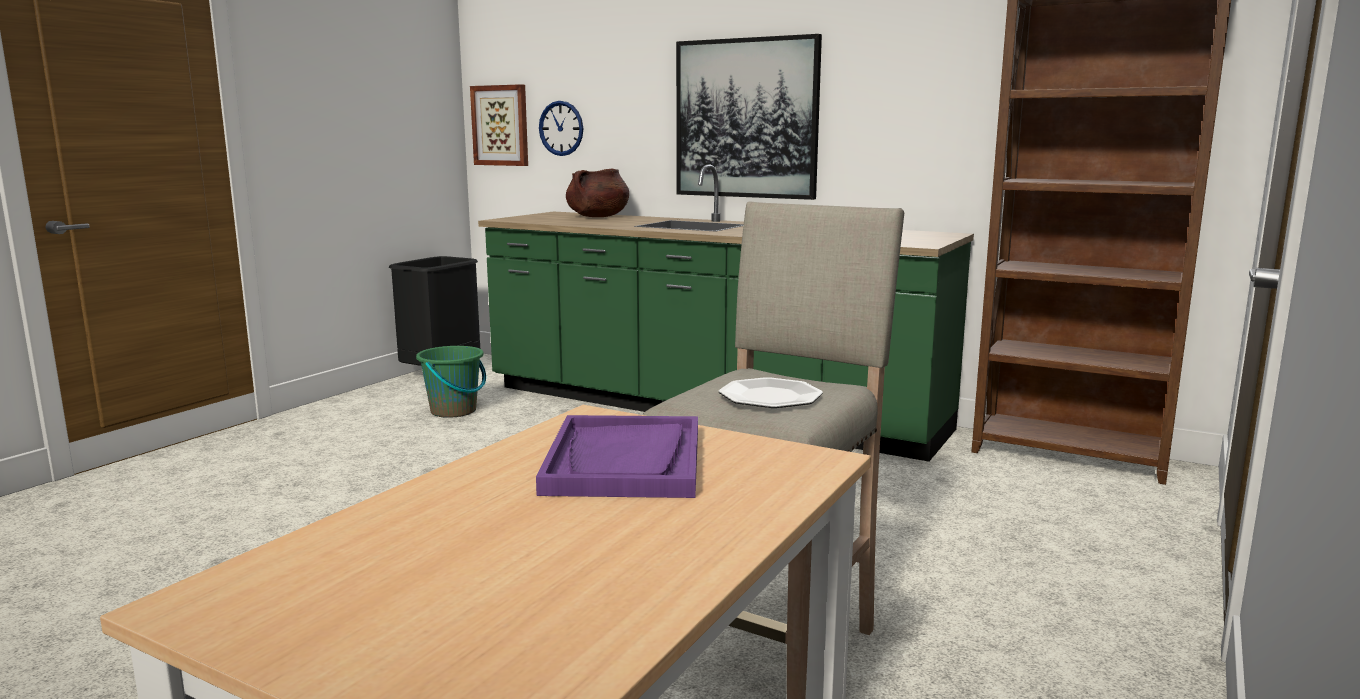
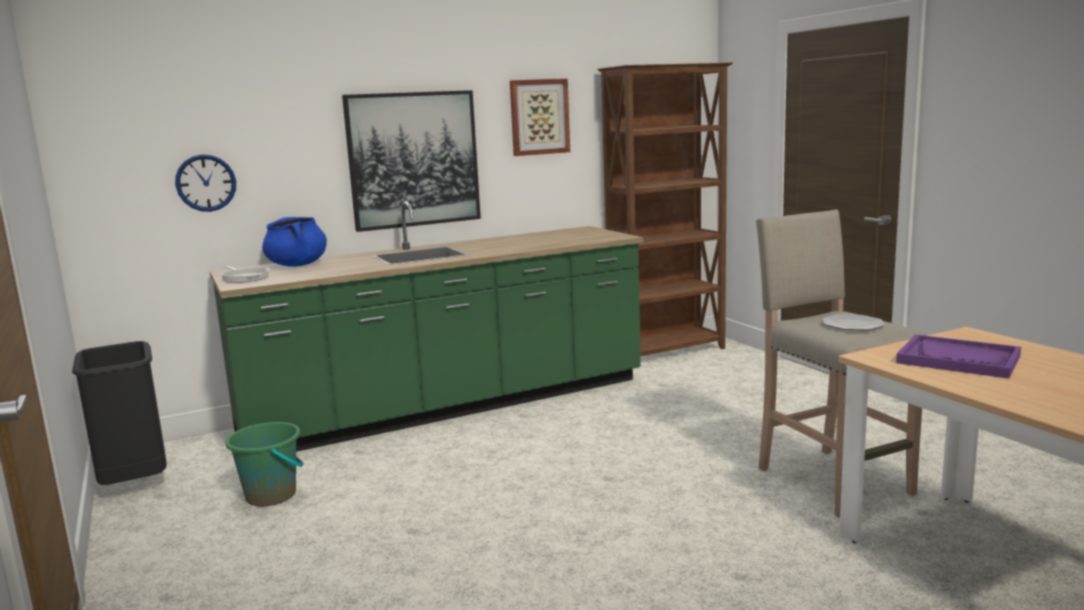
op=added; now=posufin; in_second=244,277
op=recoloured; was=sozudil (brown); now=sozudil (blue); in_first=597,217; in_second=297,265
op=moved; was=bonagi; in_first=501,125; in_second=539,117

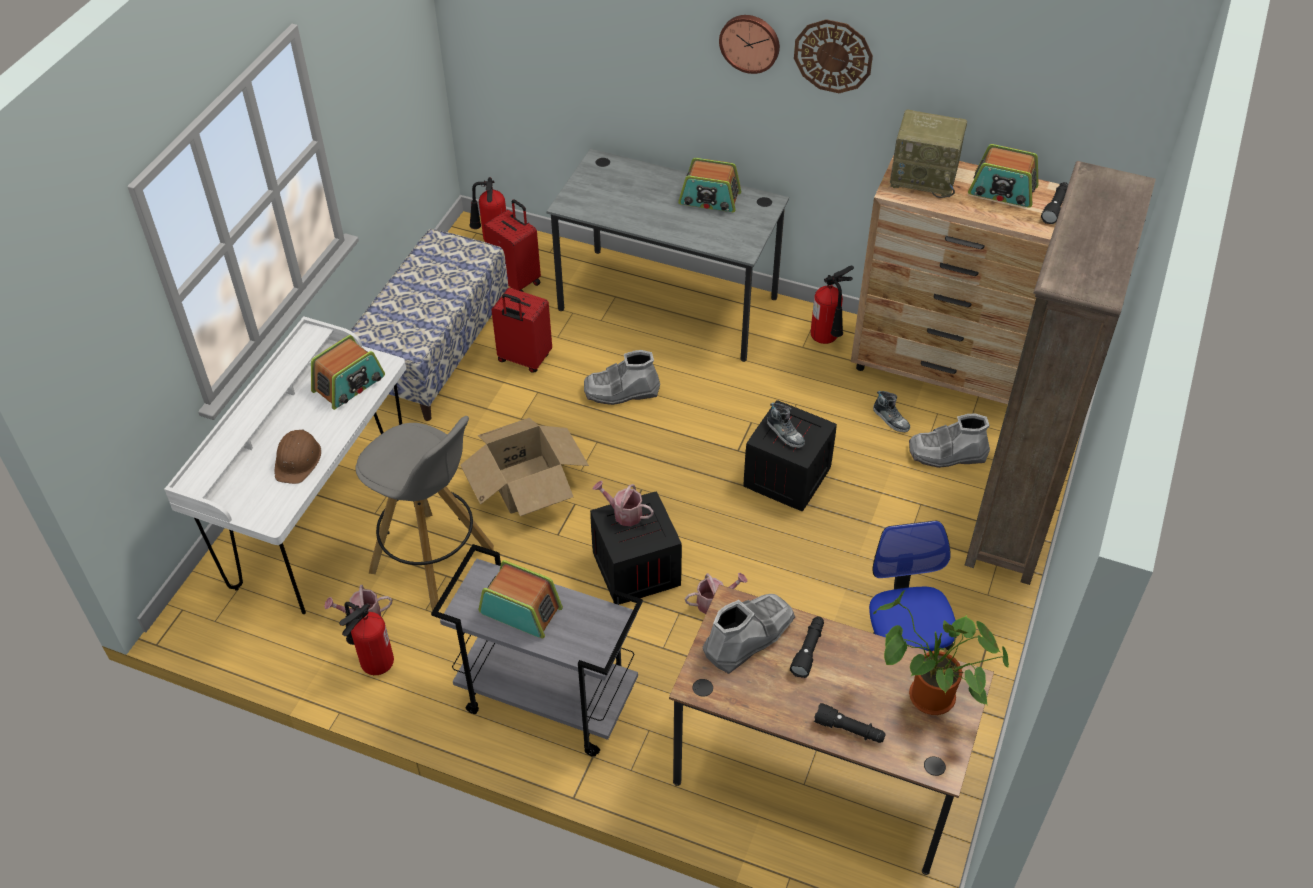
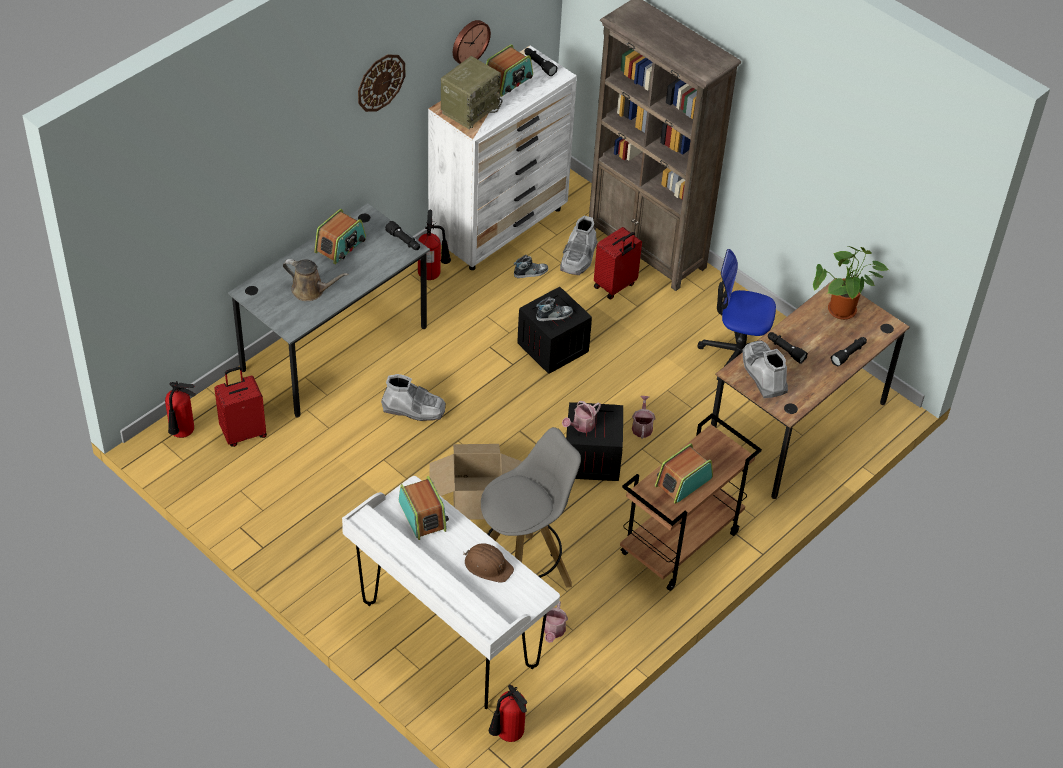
op=added; now=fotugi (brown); in_second=311,290
op=turned; was=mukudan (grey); in_first=621,391; in_second=414,409; clockwise=-90
op=added; now=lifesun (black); in_second=403,241
op=recoloured; was=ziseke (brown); now=ziseke (white); in_first=943,368; in_second=499,225
op=moved; was=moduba; in_first=750,42; in_second=469,41
op=moved; was=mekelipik; in_first=372,663; in_second=507,736
op=moved; was=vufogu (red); in_first=524,359; in_second=615,286
op=recoloured; was=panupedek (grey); now=panupedek (brown); in_first=546,700; in_second=680,544
op=removed; was=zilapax; in_first=435,353

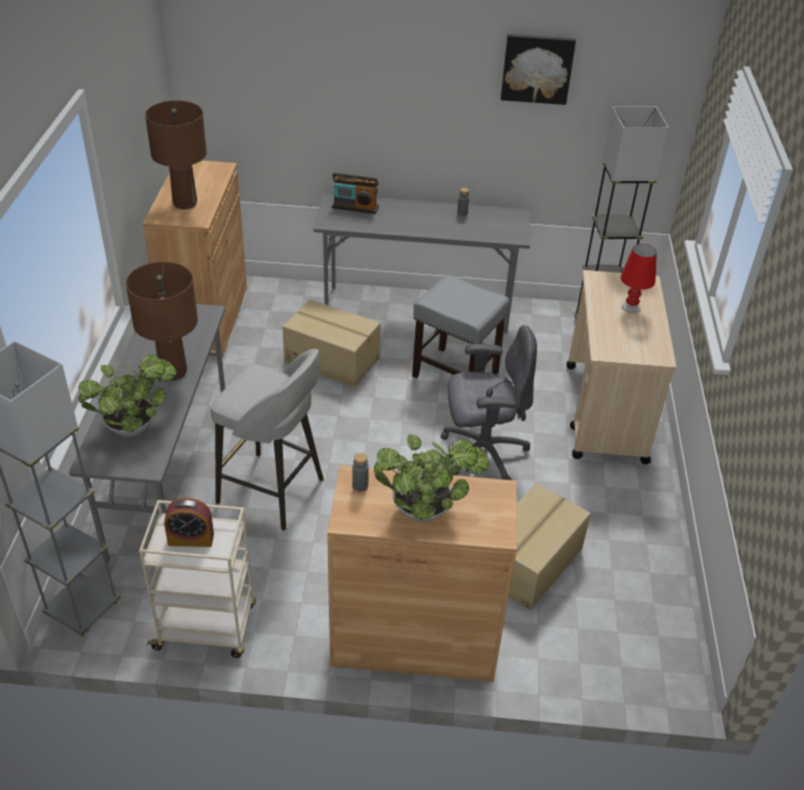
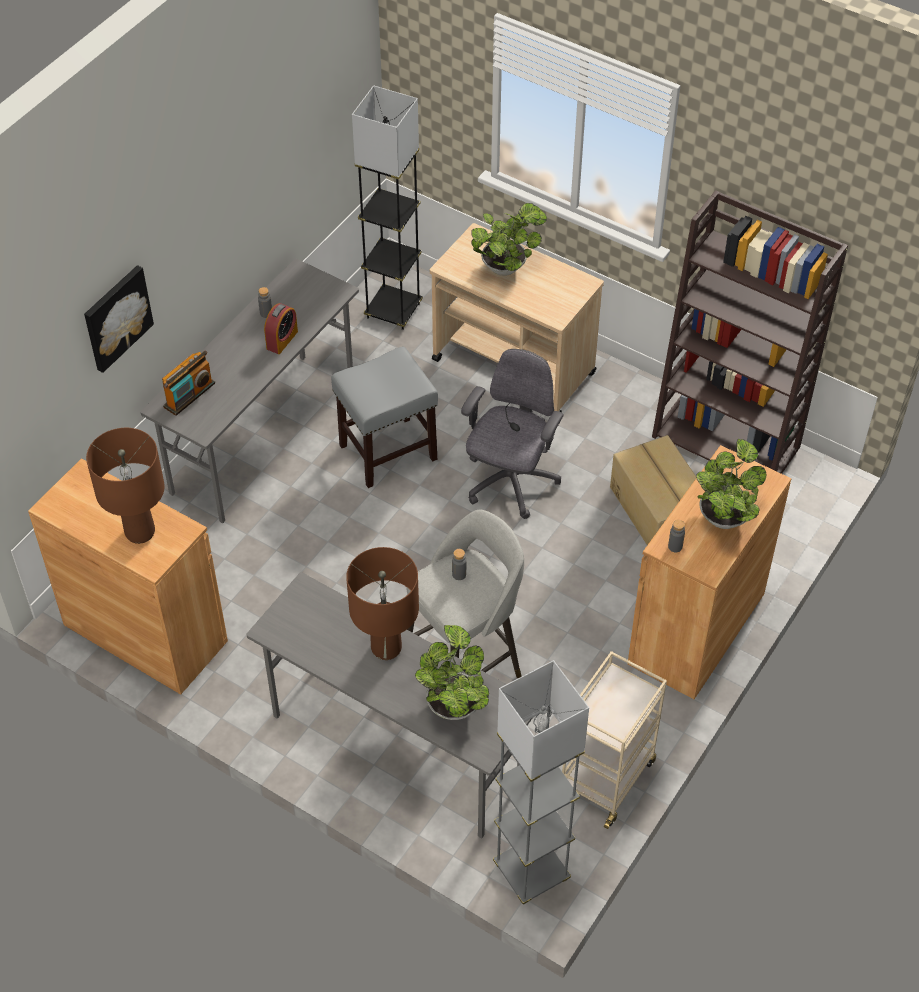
op=moved; was=bonagi; in_first=537,68; in_second=116,317
op=moved; was=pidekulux; in_first=191,539; in_second=282,340
op=added; now=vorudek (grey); in_second=459,574
op=replaced; was=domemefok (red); now=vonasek; in_first=631,307; in_second=506,266
op=added; now=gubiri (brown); in_second=727,441
op=removed; was=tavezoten; in_first=332,359

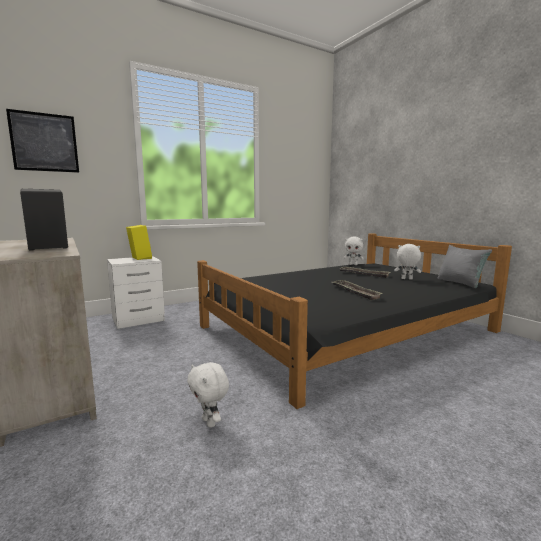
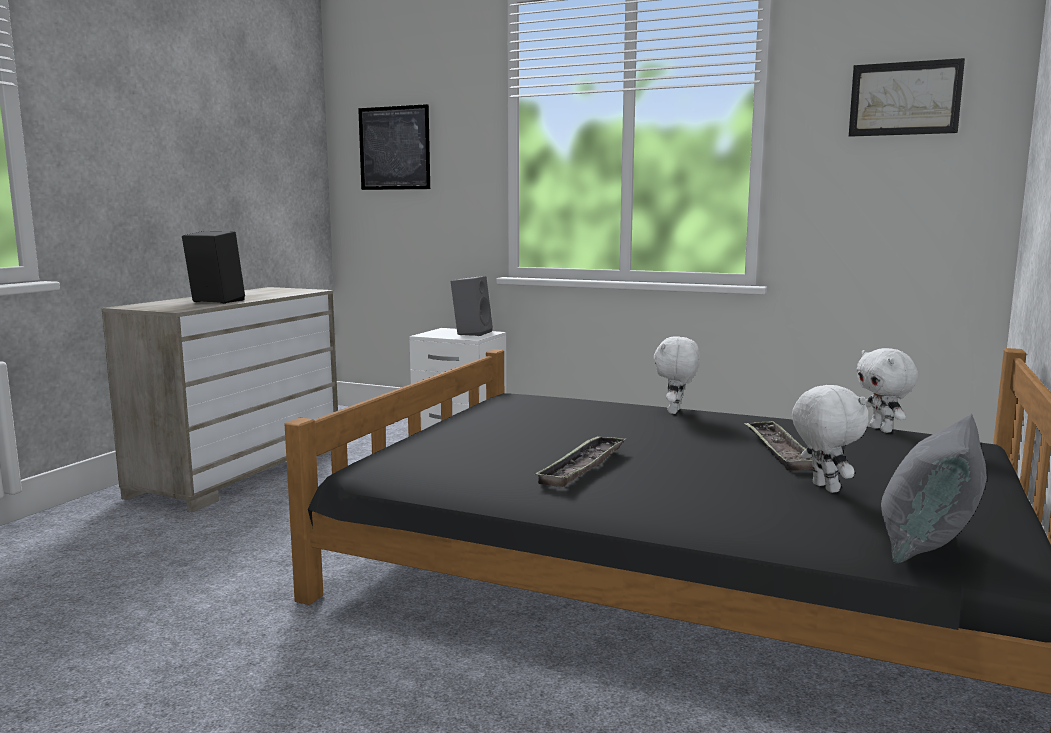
op=recoloured; was=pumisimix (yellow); now=pumisimix (grey); in_first=139,258; in_second=471,333
op=moved; was=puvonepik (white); in_first=210,422; in_second=675,411
op=added; now=bonagi; in_second=904,98

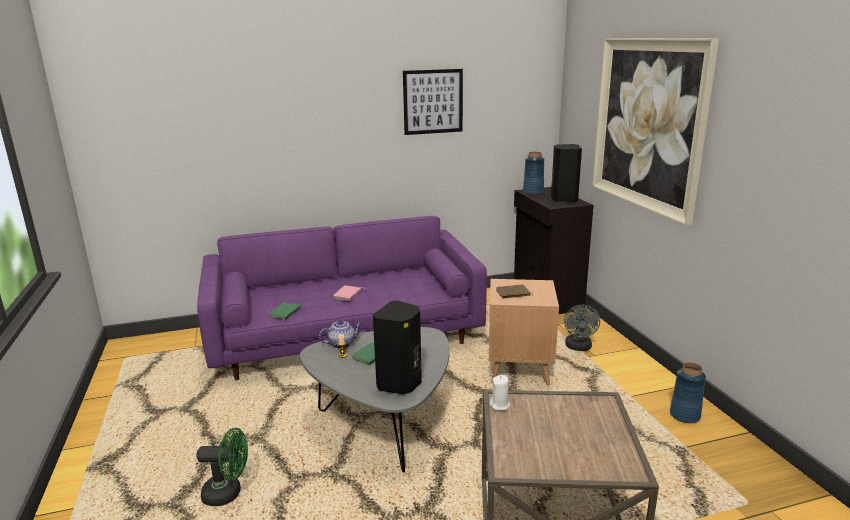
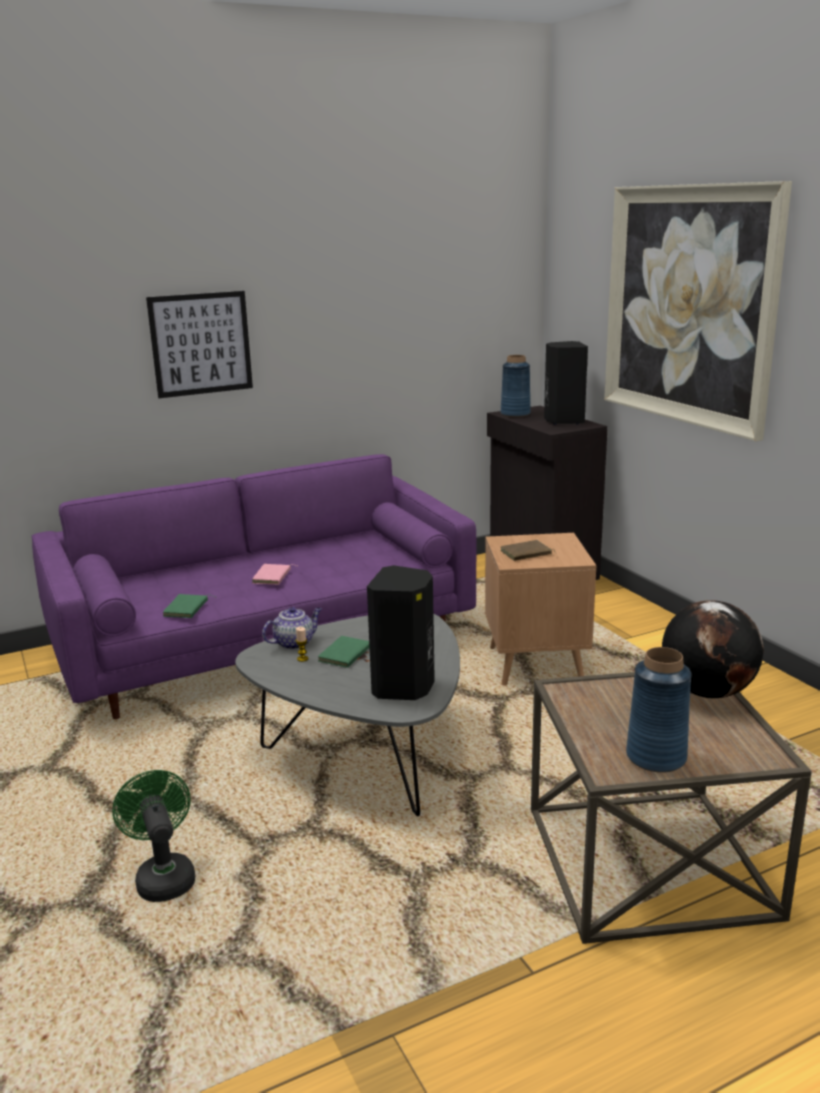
op=turned; was=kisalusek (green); in_first=228,493; in_second=163,876; clockwise=-105
op=moved; was=bonagi; in_first=433,101; in_second=201,344
op=moved; was=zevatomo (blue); in_first=685,415; in_second=656,757
op=added; now=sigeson; in_second=707,692
op=removed; was=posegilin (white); in_first=500,405
op=removed; was=kisalusek (grey); in_first=579,348

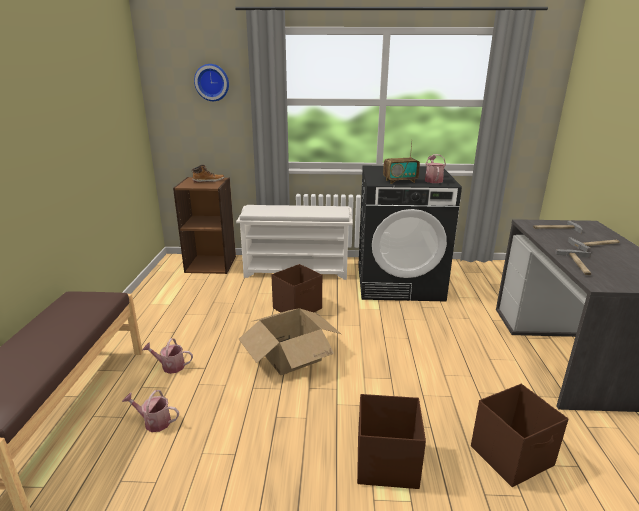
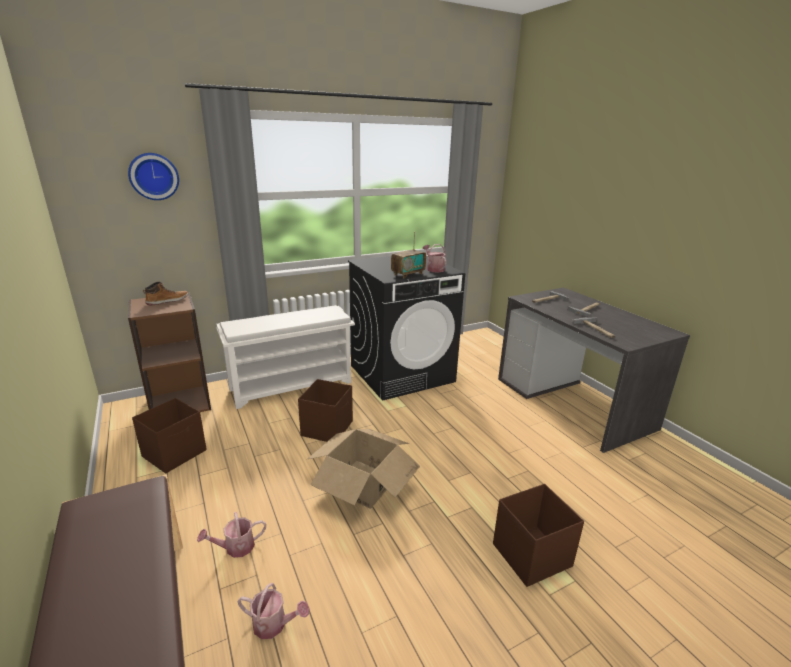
op=moved; was=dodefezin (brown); in_first=512,456; in_second=175,453
op=turned; was=fotugi; in_first=154,422; in_second=274,624; clockwise=-150

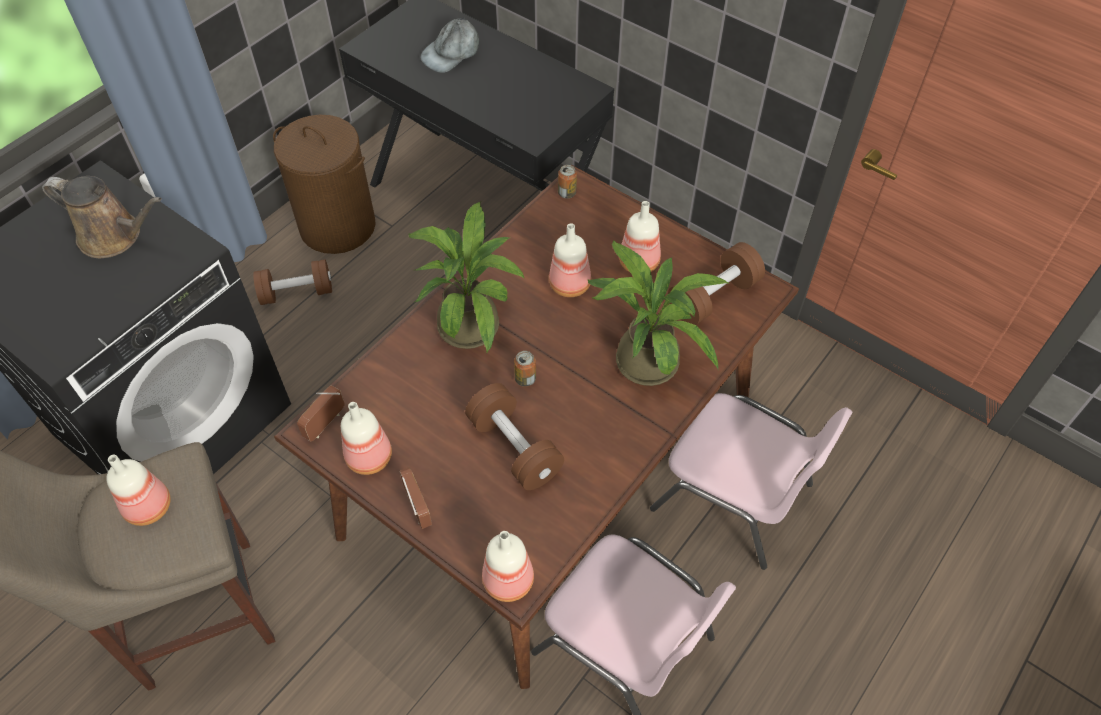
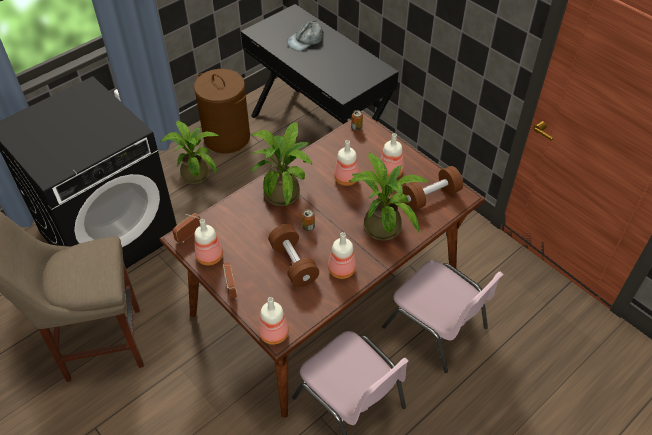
op=replaced; was=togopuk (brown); now=vonasek; in_first=297,293; in_second=195,172
op=moved; was=vorudek; in_first=146,507; in_second=340,270
op=removed; was=fotugi (brown); in_first=115,236

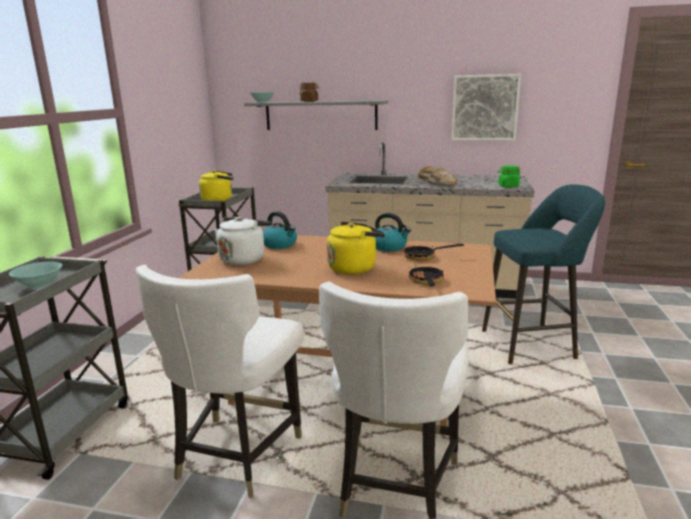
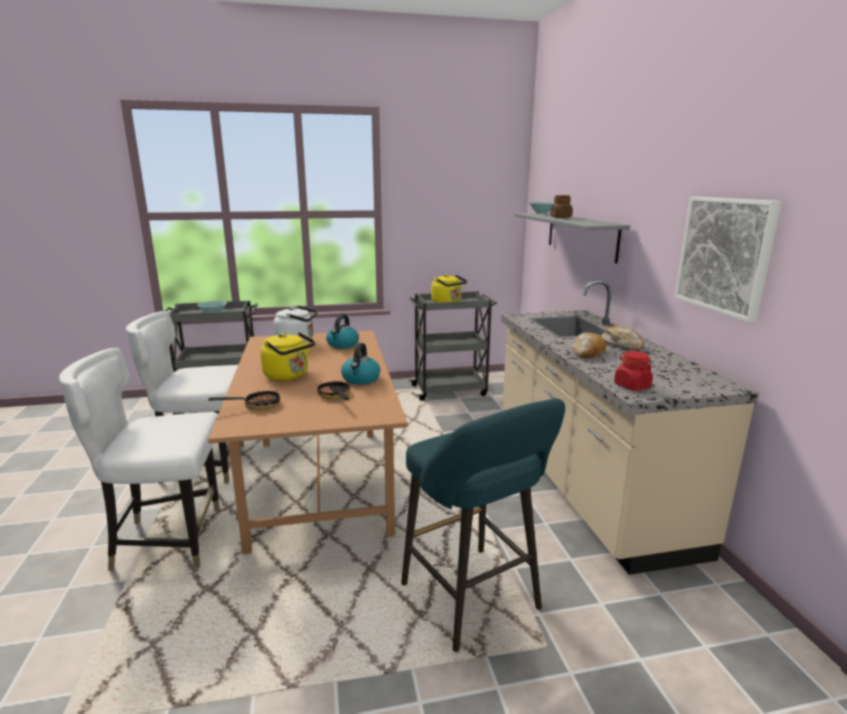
op=recoloured; was=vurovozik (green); now=vurovozik (red); in_first=508,186; in_second=631,386

